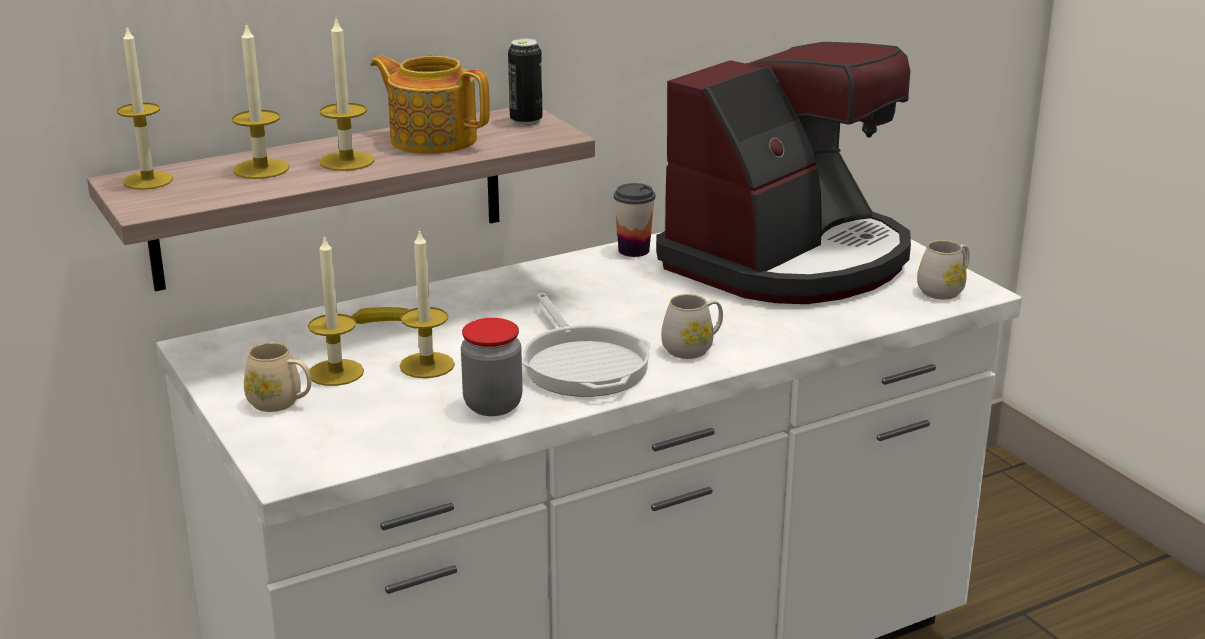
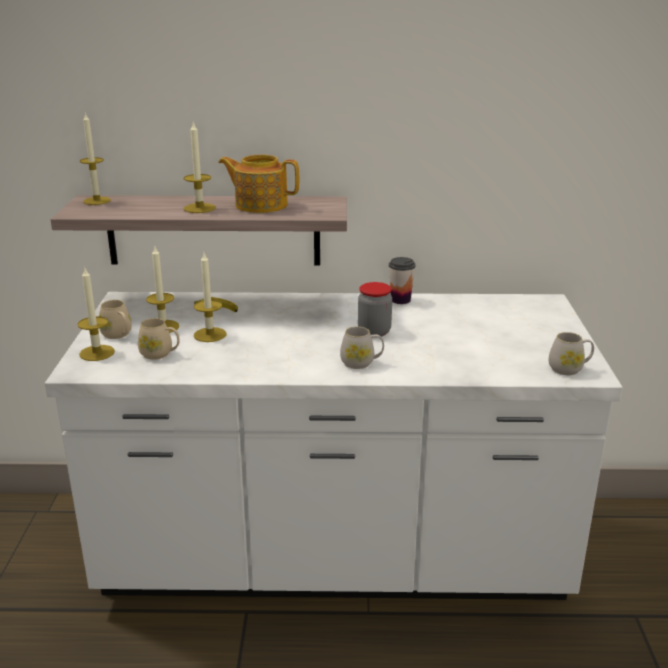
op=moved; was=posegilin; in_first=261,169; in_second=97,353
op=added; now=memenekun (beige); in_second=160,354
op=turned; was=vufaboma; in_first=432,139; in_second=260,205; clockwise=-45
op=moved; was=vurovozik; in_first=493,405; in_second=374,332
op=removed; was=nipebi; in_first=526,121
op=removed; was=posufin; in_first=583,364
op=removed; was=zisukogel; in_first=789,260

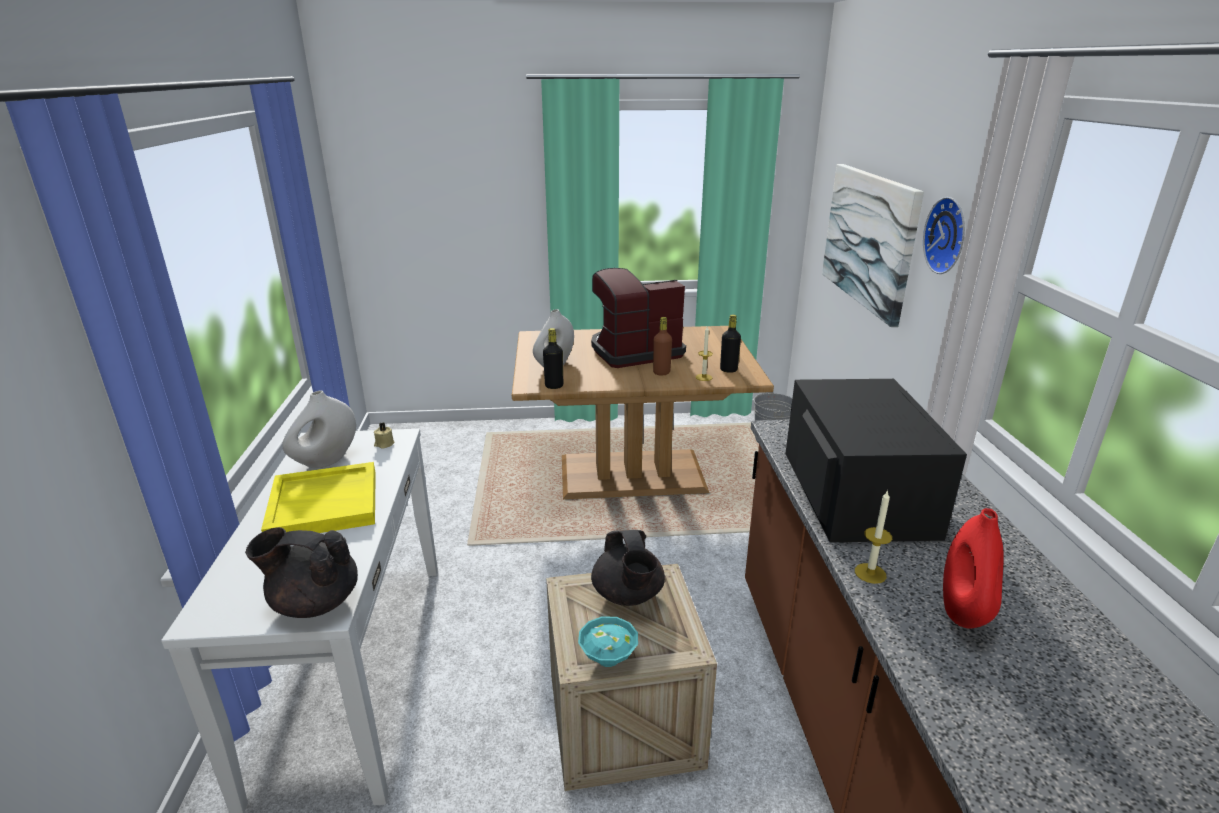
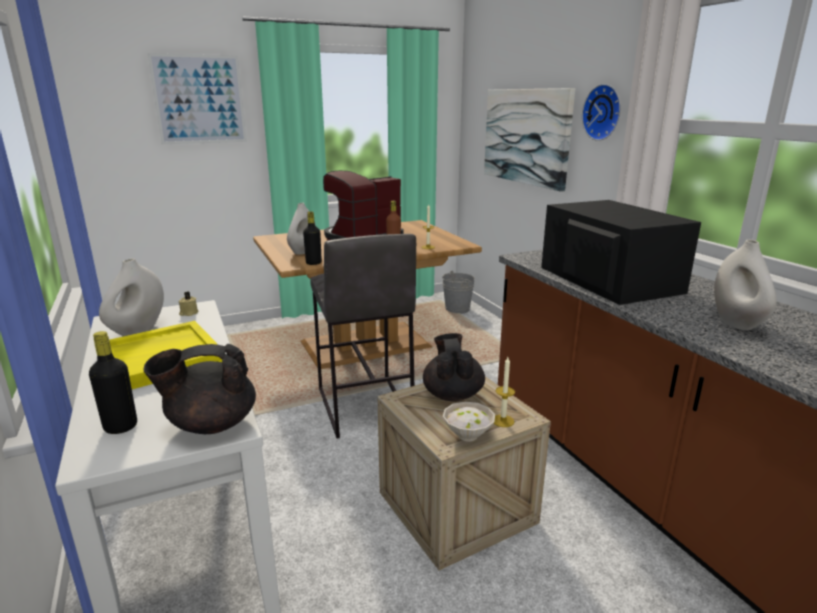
op=moved; was=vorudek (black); in_first=728,370; in_second=121,427
op=added; now=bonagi; in_second=199,99
op=added; now=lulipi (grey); in_second=363,406
op=turned; was=vufaboma (black); in_first=628,595; in_second=452,394; clockwise=-150
op=recoloured; was=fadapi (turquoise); now=fadapi (white); in_first=608,659; in_second=468,436
op=moved; was=posegilin; in_first=870,573; in_second=503,421
op=recoloured; was=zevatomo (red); now=zevatomo (white); in_first=963,611; in_second=736,323

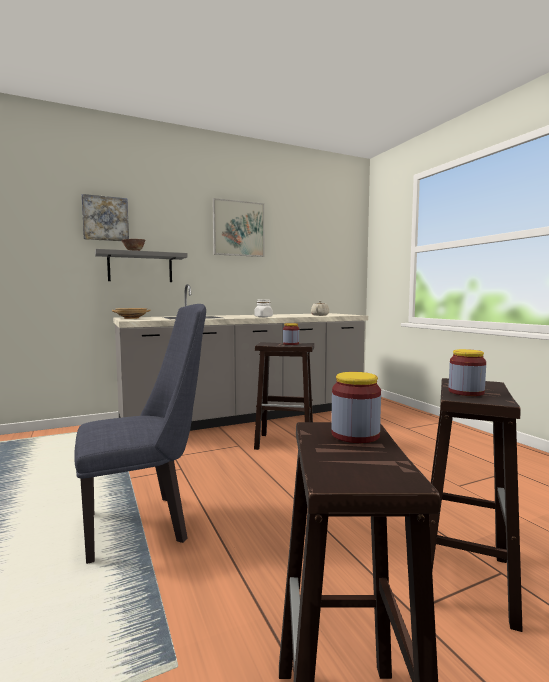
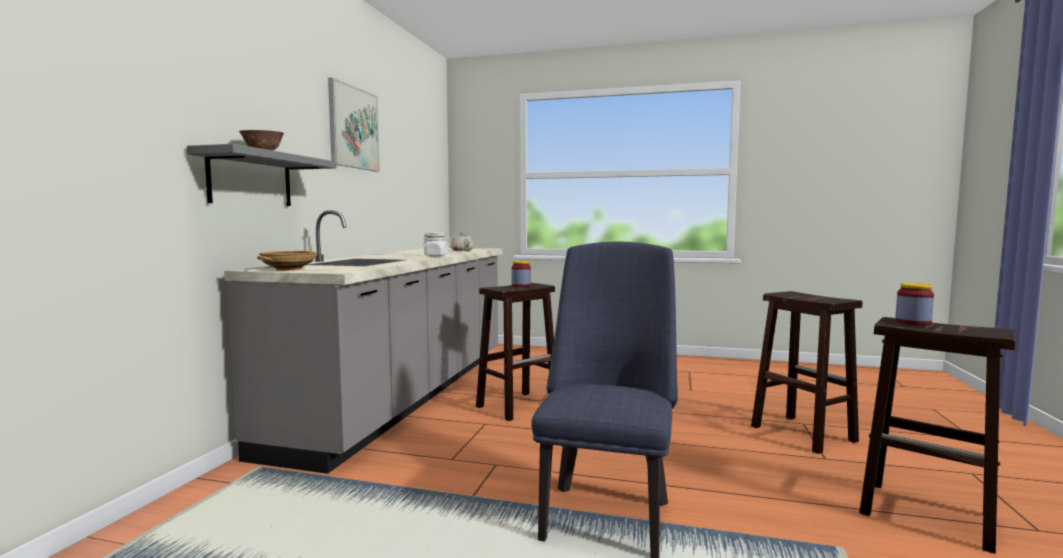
op=removed; was=bonagi; in_first=105,219
op=removed; was=vurovozik; in_first=466,392

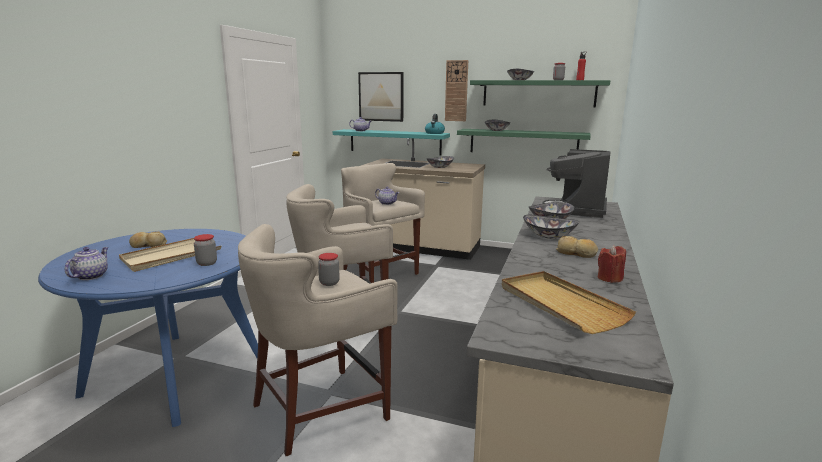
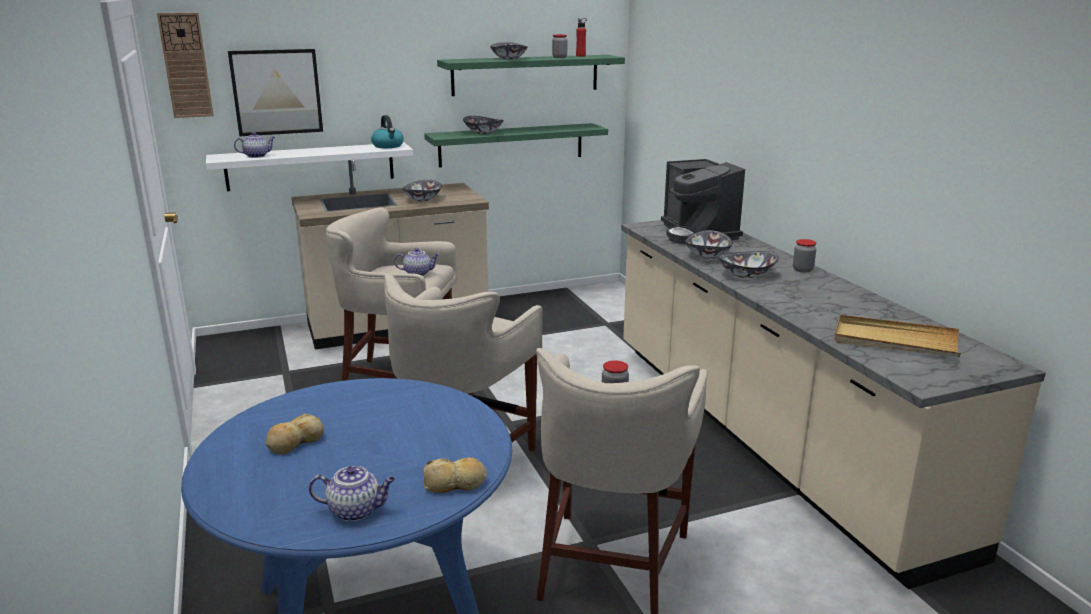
op=moved; was=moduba; in_first=456,91; in_second=186,65
op=recoloured; was=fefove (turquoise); now=fefove (white); in_first=395,142; in_second=311,166
op=turned; was=vufaboma; in_first=91,276; in_second=356,510; clockwise=120
op=moved; was=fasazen; in_first=576,253; in_second=455,483
op=moved; was=vurovozik; in_first=207,263; in_second=802,270
op=removed; was=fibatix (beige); in_first=171,256
op=removed; was=posegilin (red); in_first=609,278

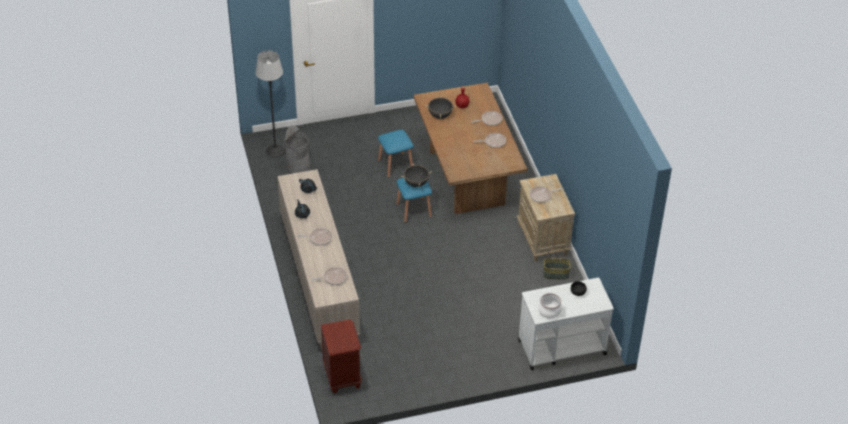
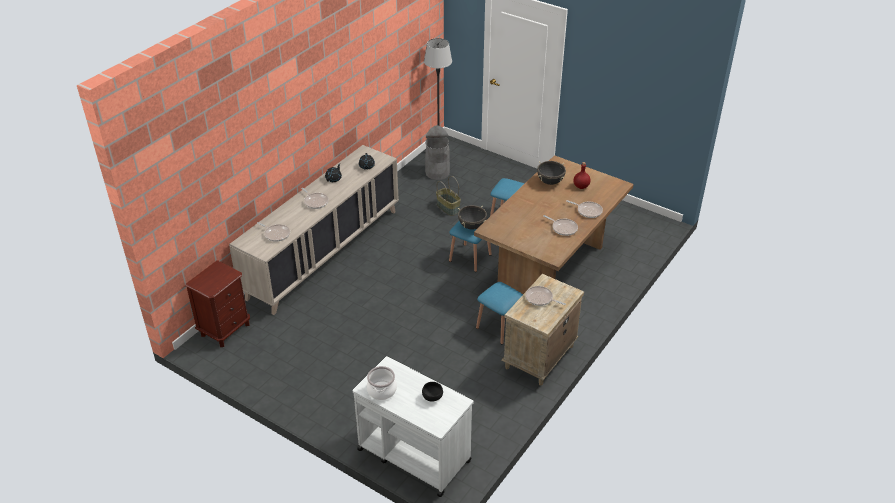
op=moved; was=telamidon; in_first=556,274; in_second=448,208
op=added; now=lulipi (blue); in_second=499,327

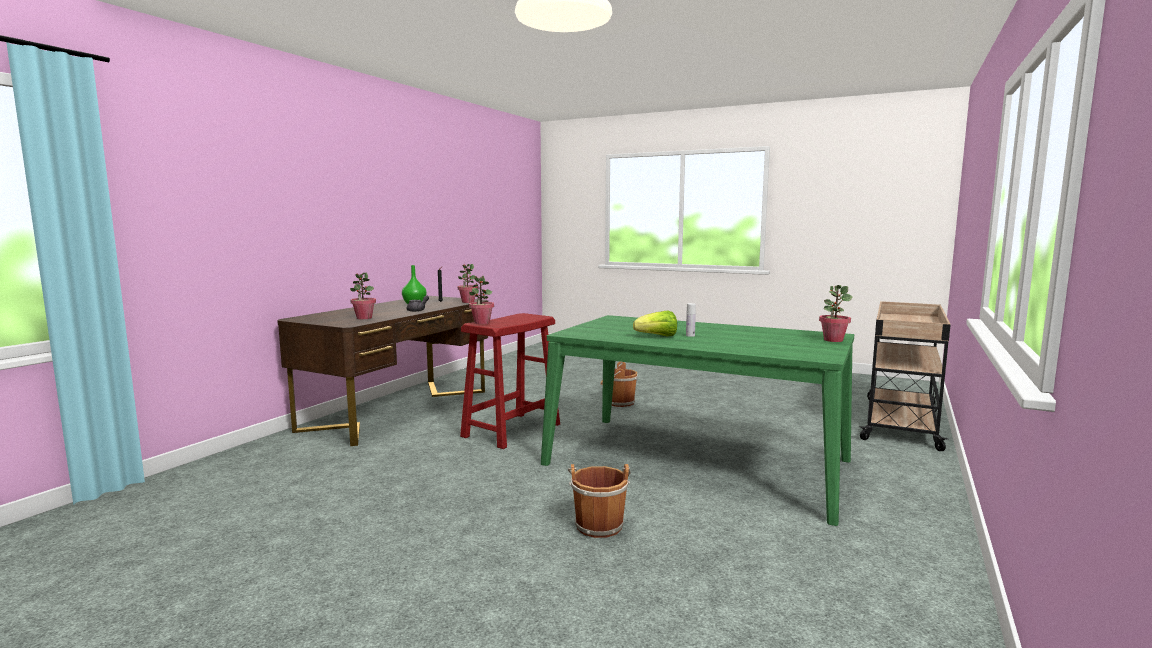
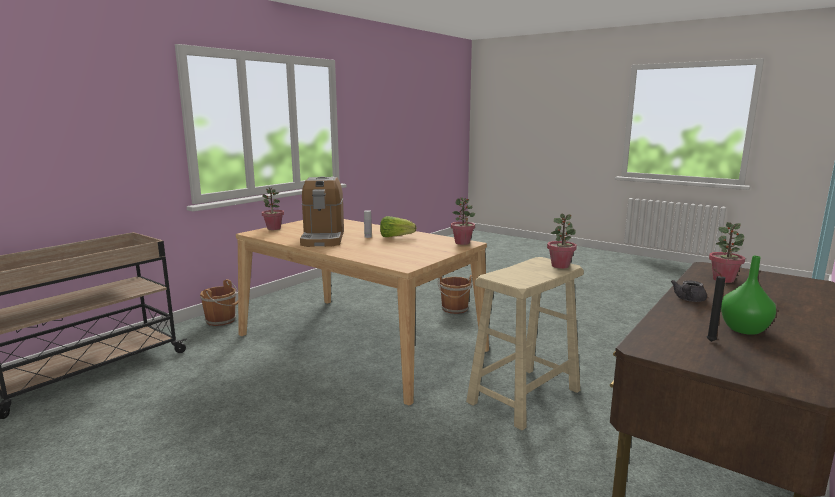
op=moved; was=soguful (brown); in_first=618,402; in_second=222,320
op=recoloured; was=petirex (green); now=petirex (beige); in_first=696,462; in_second=359,342
op=added; now=zisukogel; in_second=323,238
op=moved; was=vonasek; in_first=468,302; in_second=462,243
op=recoloured; was=lulipi (red); now=lulipi (beige); in_first=512,430; in_second=523,396

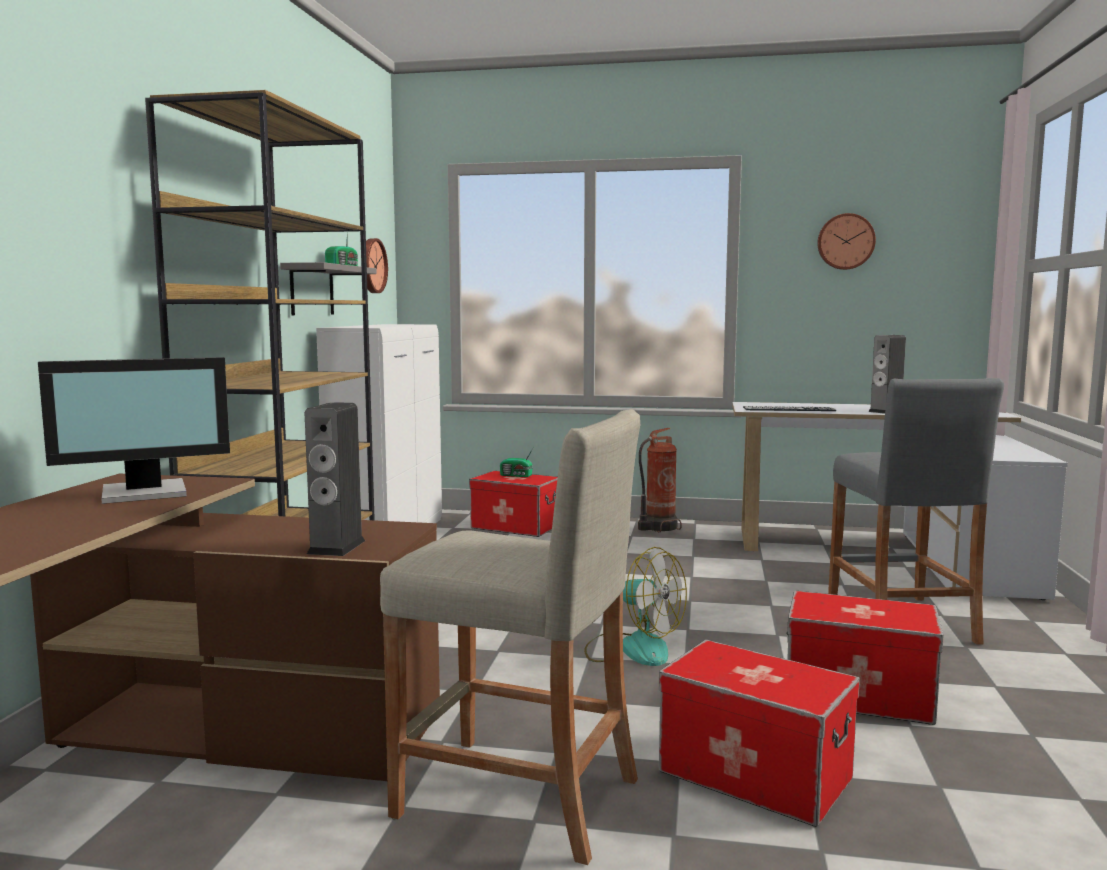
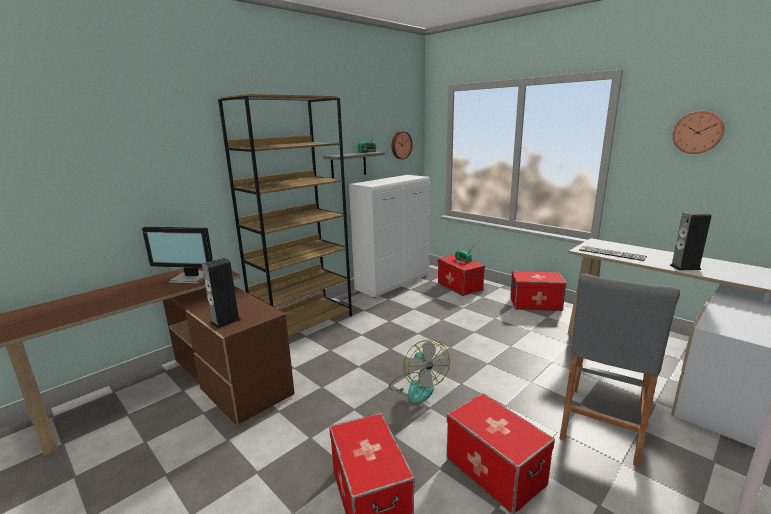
op=replaced; was=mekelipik; now=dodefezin; in_first=658,528; in_second=535,304
op=removed; was=lulipi (beige); in_first=517,797

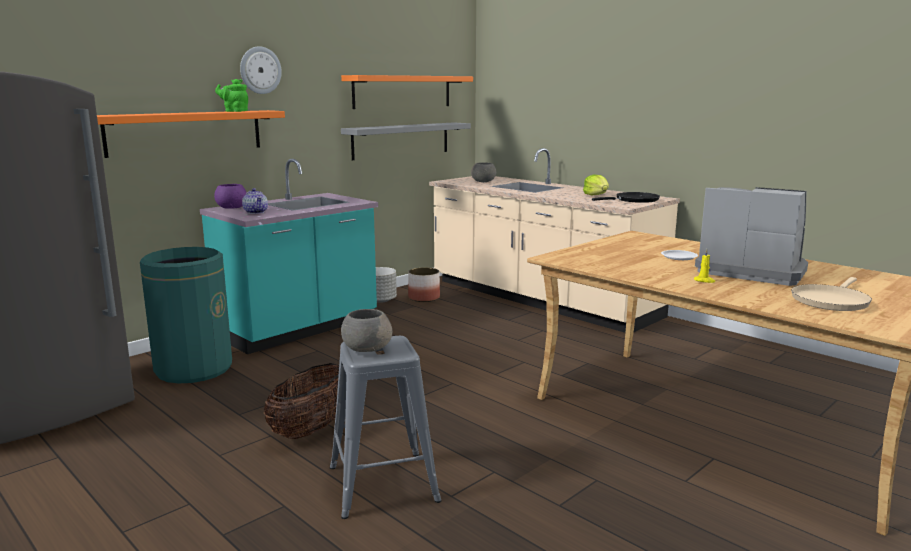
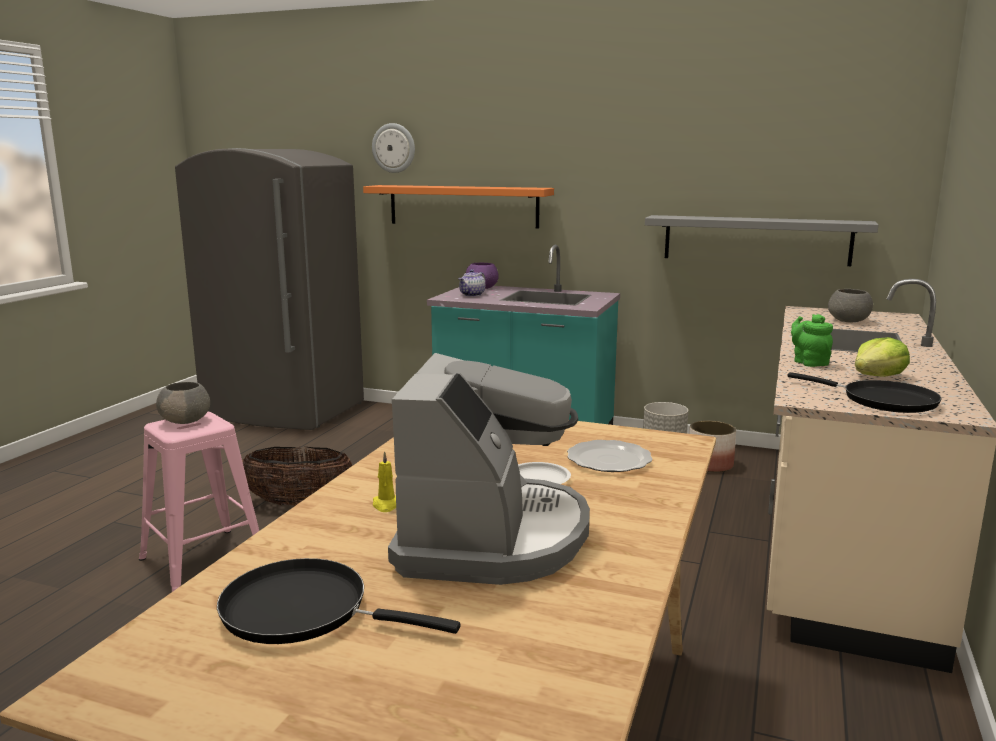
op=recoloured; was=lulipi (grey); now=lulipi (pink); in_first=381,483; in_second=204,559
op=recoloured; was=posufin (beige); now=posufin (black); in_first=831,301; in_second=305,611
op=moved; was=moduba; in_first=260,70; in_second=394,148
op=added; now=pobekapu; in_second=608,459
op=moved; was=vufaboma (green); in_first=234,111; in_second=809,362
op=removed; was=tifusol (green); in_first=194,369
op=removed; was=fefove (orange); in_first=403,91

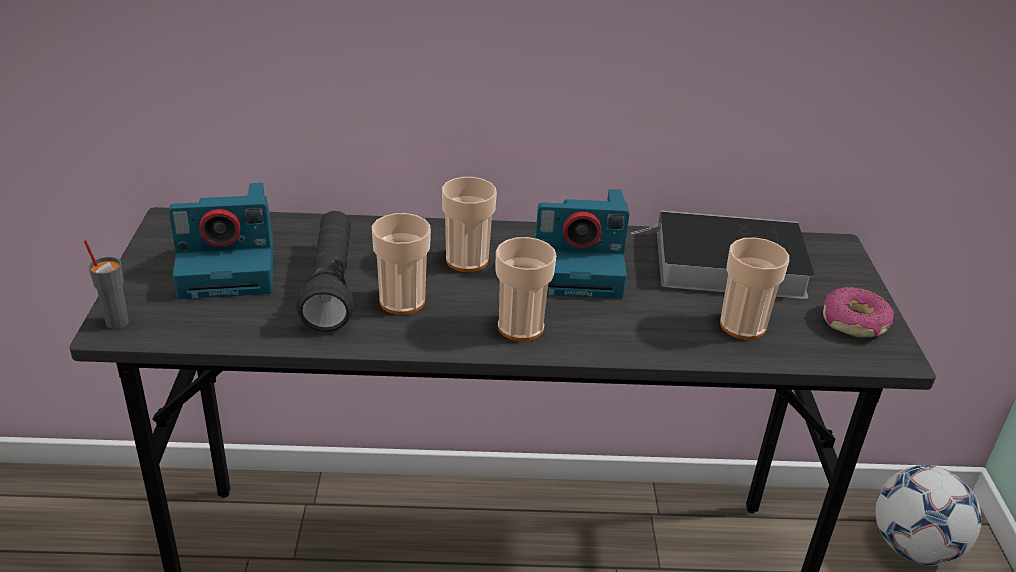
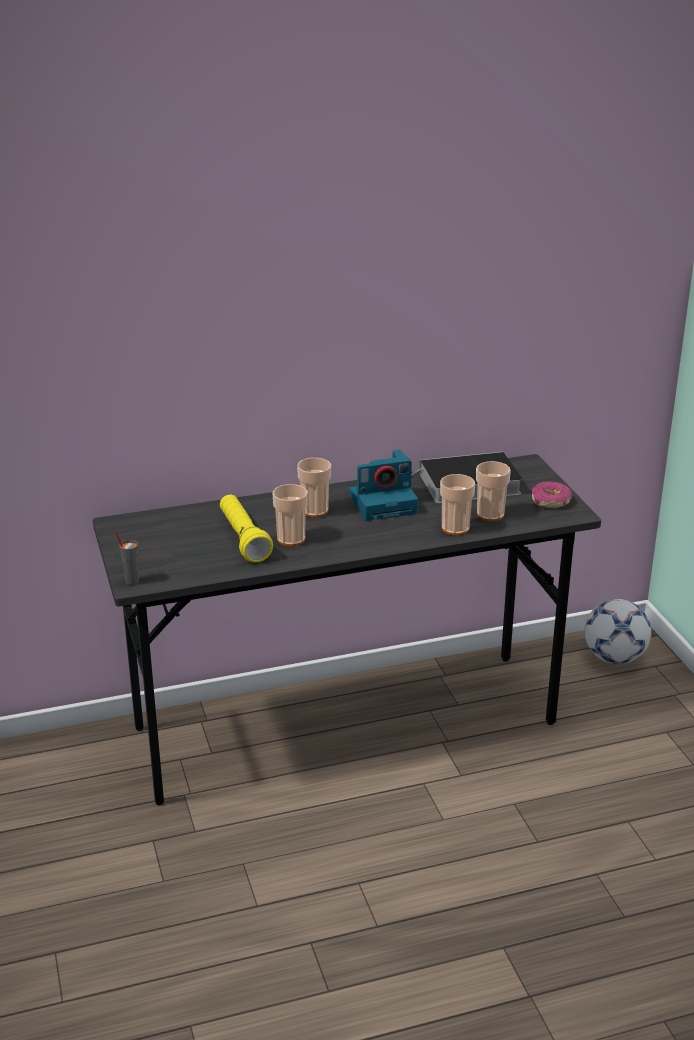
op=recoloured; was=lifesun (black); now=lifesun (yellow); in_first=331,286; in_second=243,539
op=moved; was=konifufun; in_first=520,327; in_second=455,528
op=removed; was=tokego; in_first=230,267

